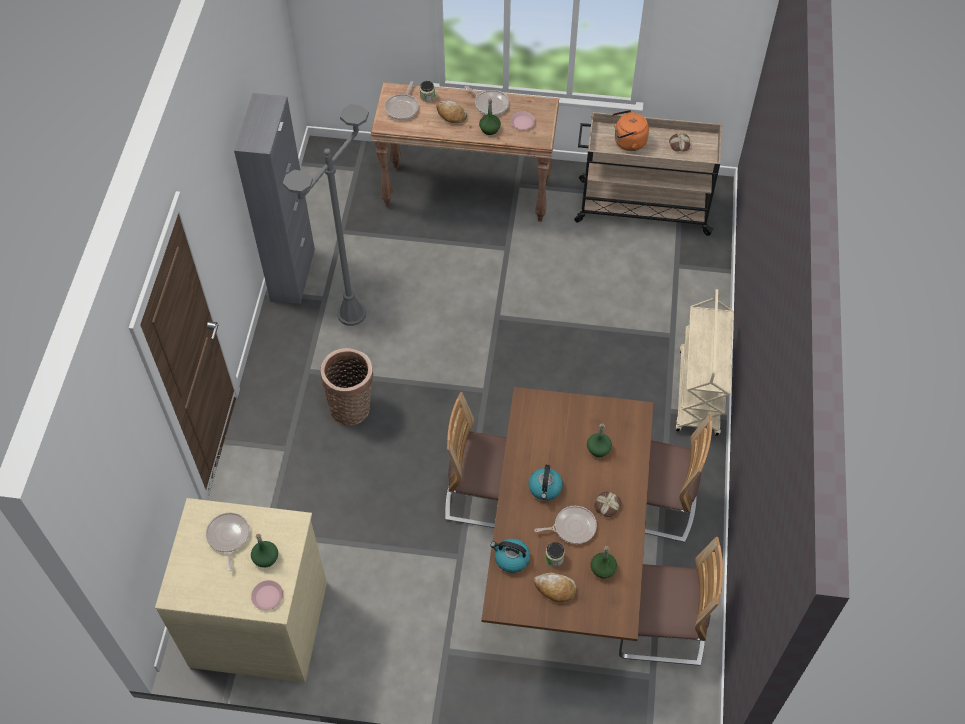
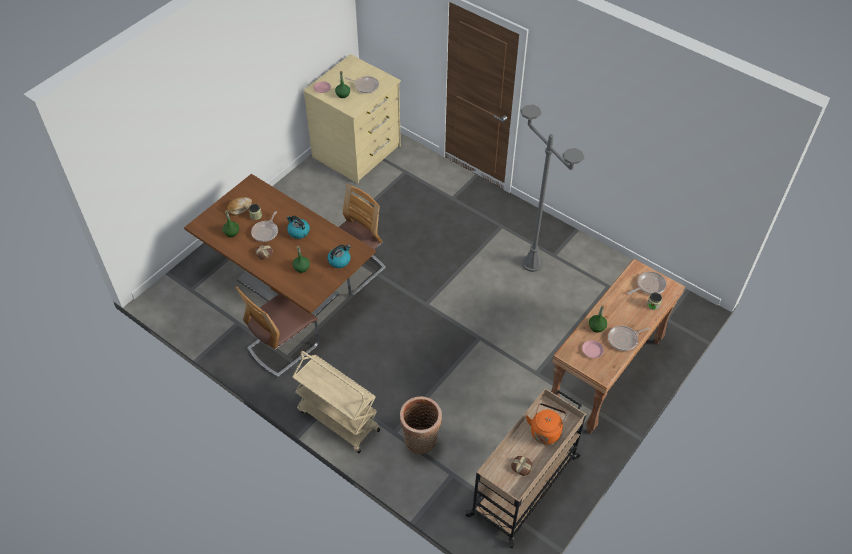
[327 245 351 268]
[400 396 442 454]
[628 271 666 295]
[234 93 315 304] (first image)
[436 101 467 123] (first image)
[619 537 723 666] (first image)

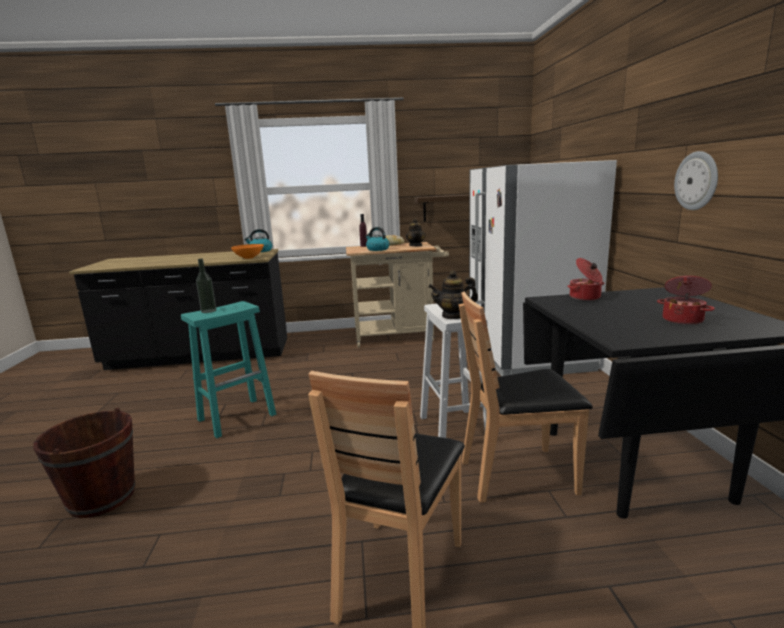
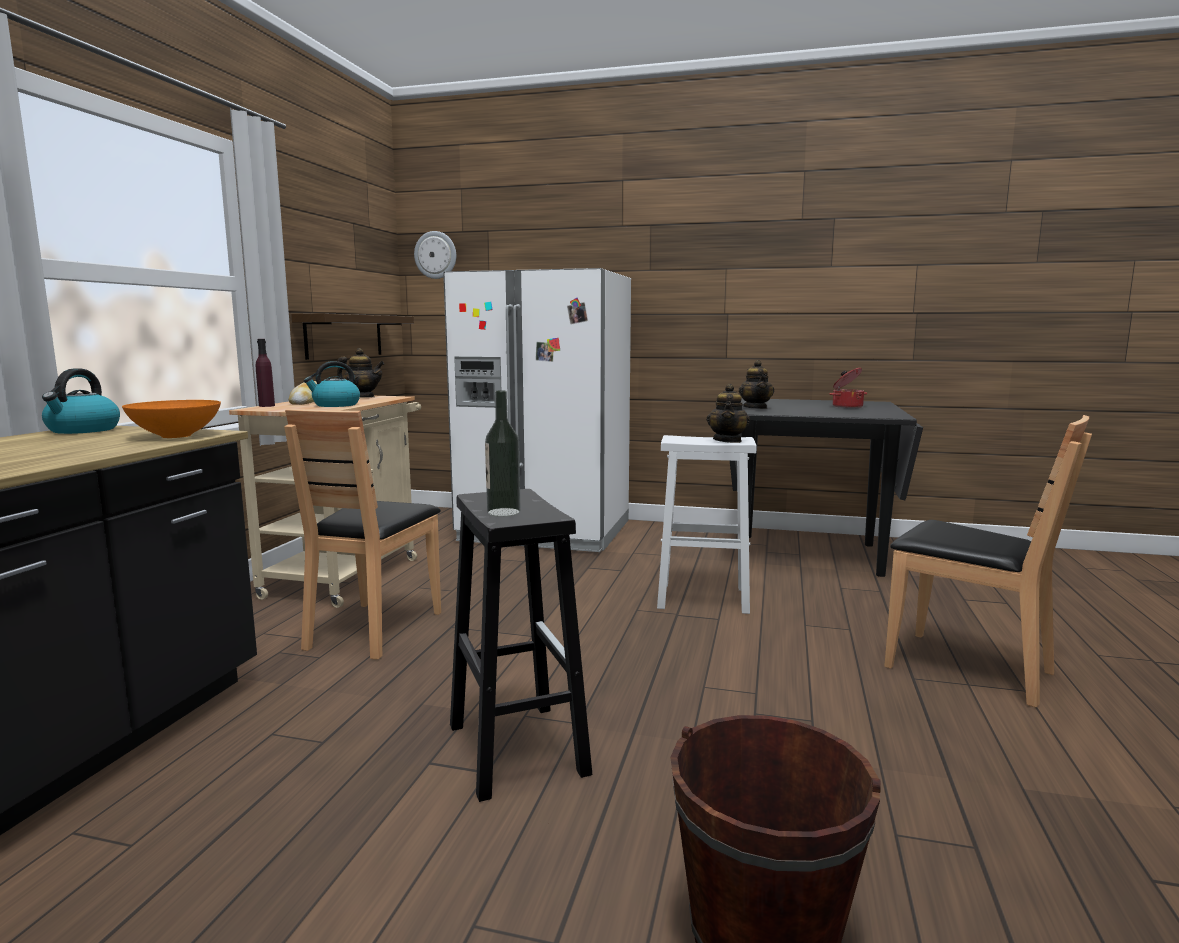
[284 409 441 660]
[414 231 456 279]
[450 489 592 802]
[739 360 774 409]

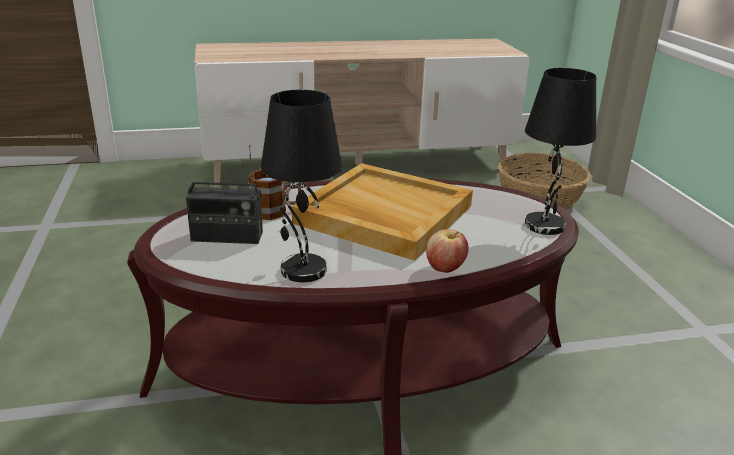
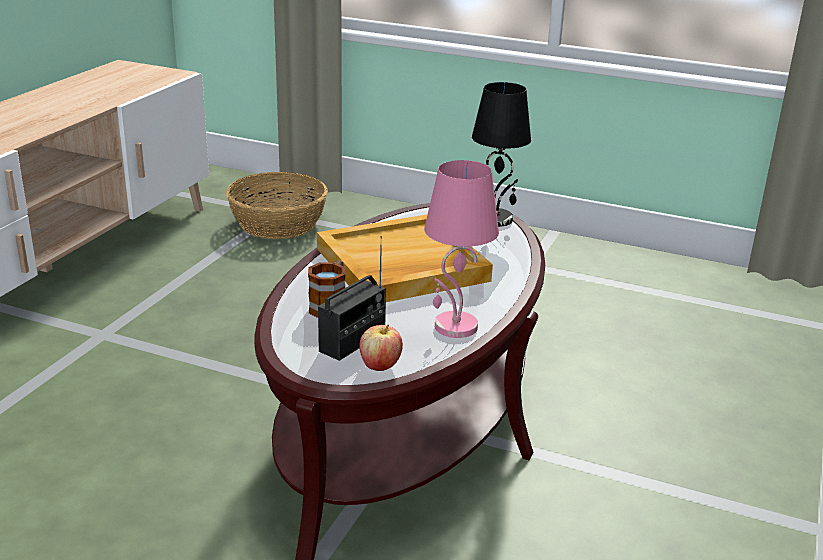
[359 324 403 371]
[424 160 499 338]

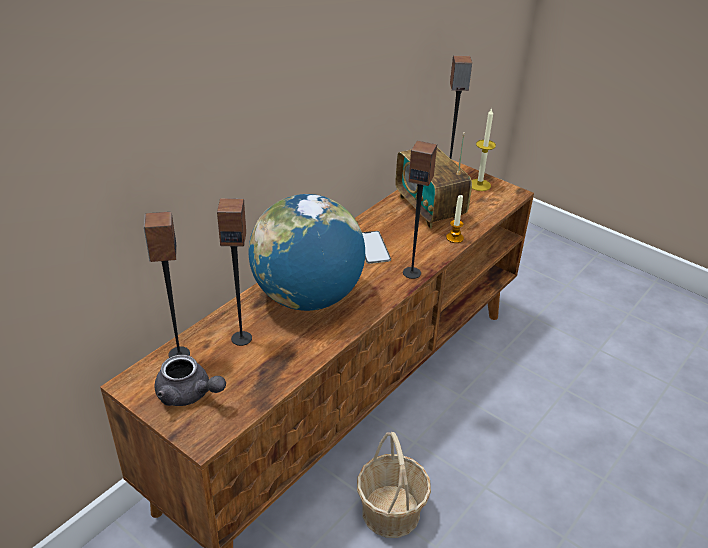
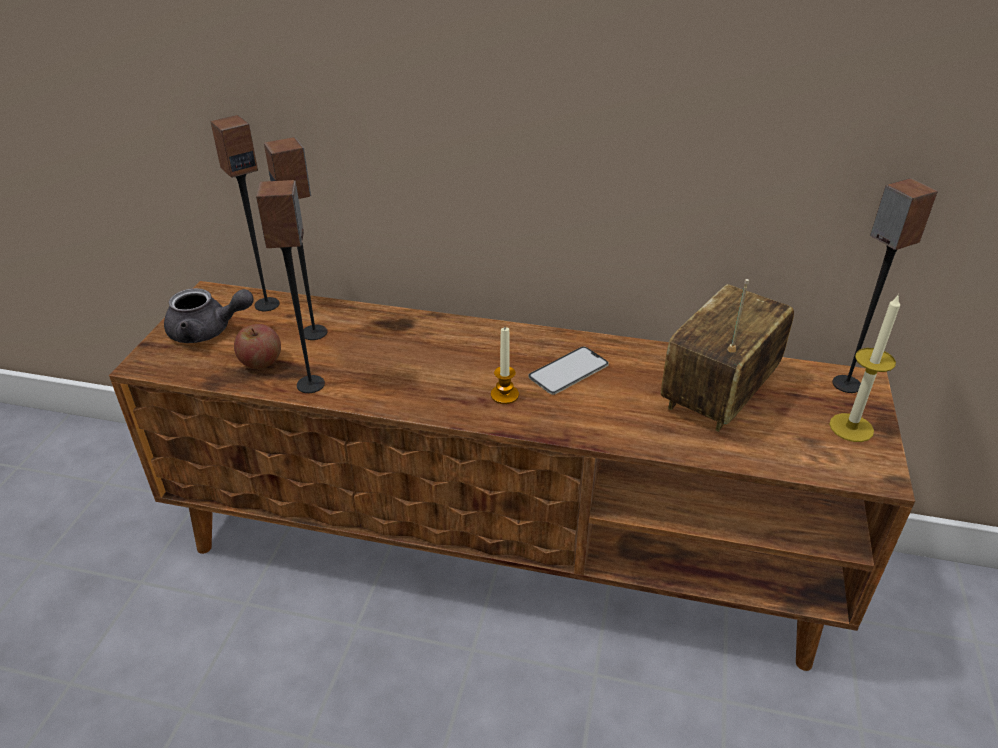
[164 288 254 343]
[234 324 281 369]
[256 180 325 393]
[491 327 519 404]
[249 194 365 311] (first image)
[357 432 431 538] (first image)

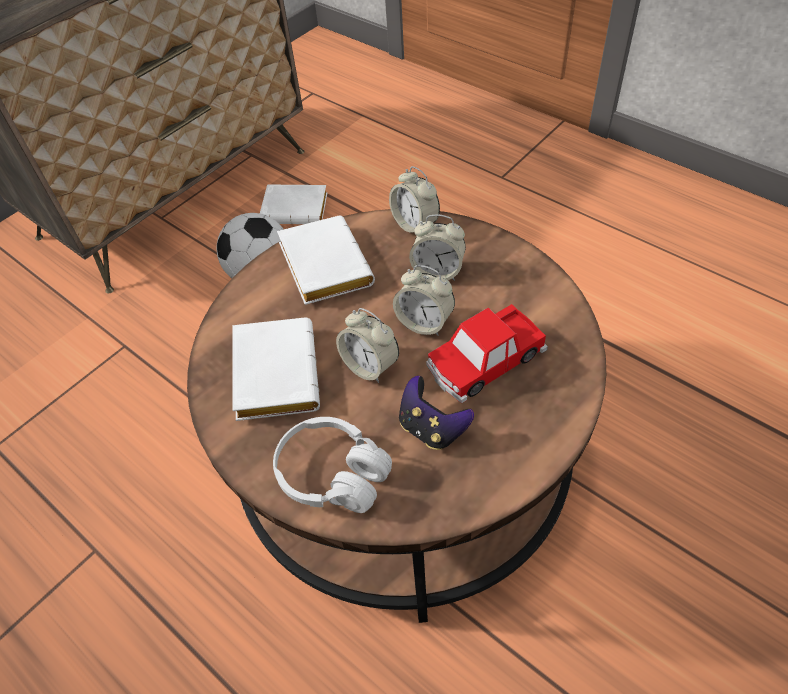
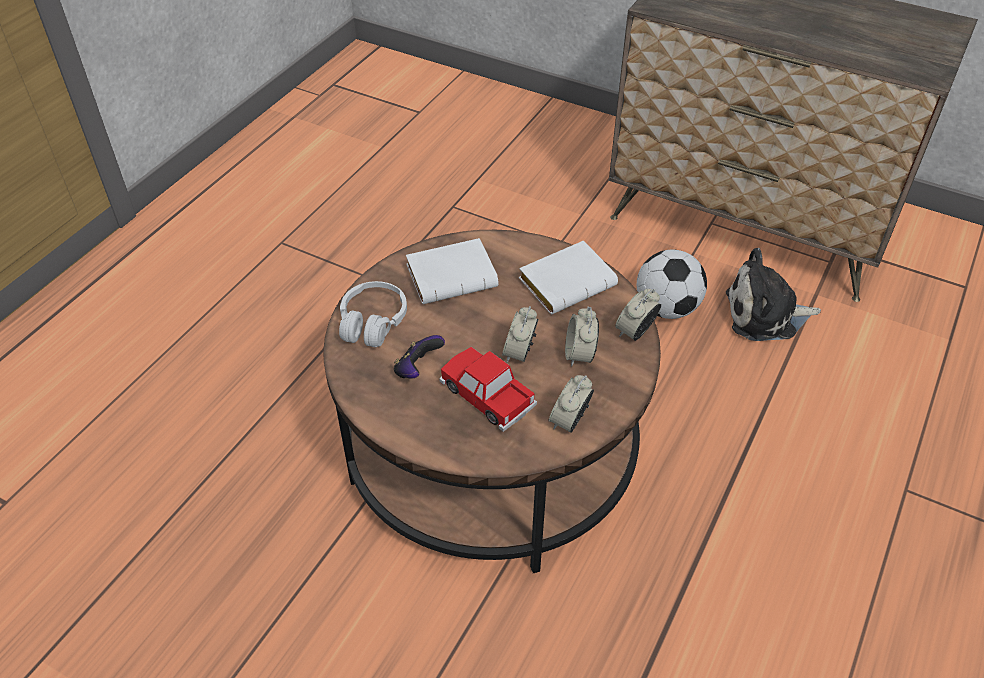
[548 375 594 433]
[726 248 821 341]

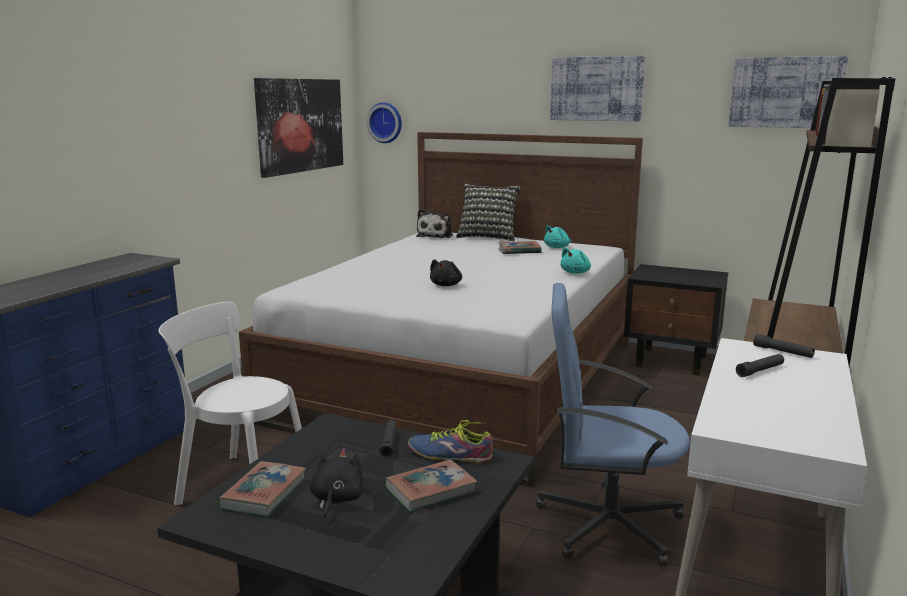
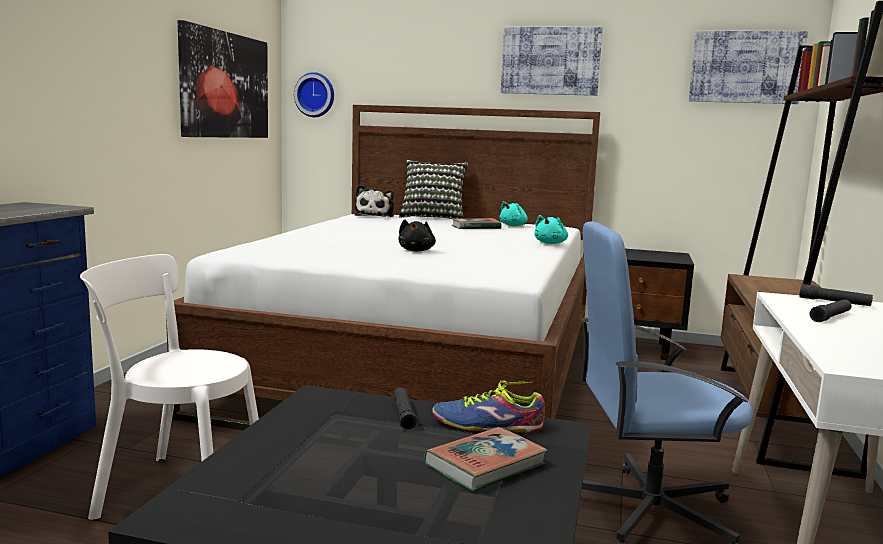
[217 461 306 517] (first image)
[309 448 363 520] (first image)

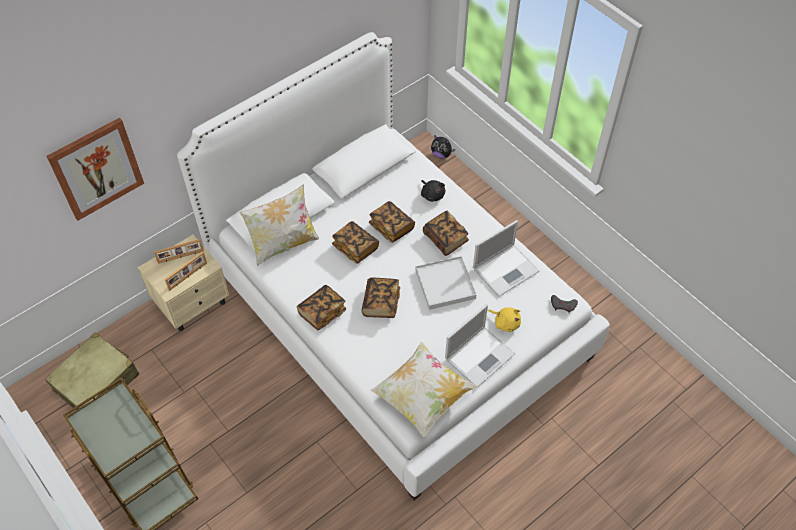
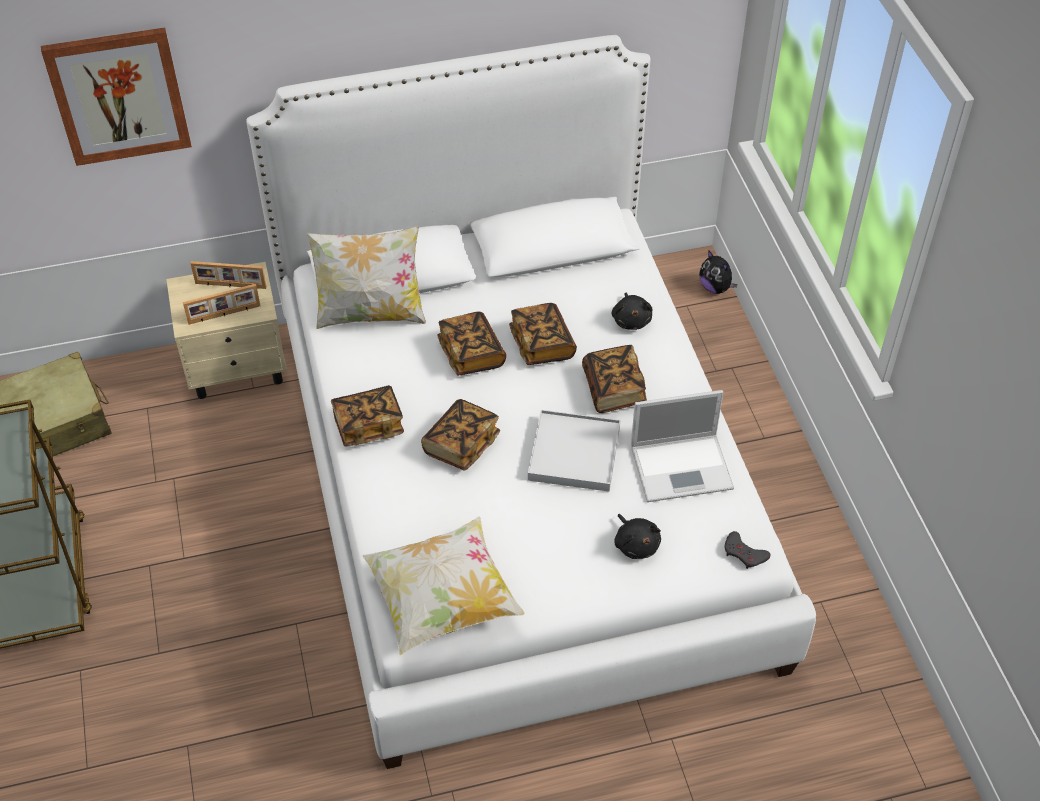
[614 514 661 559]
[445 304 515 388] (first image)

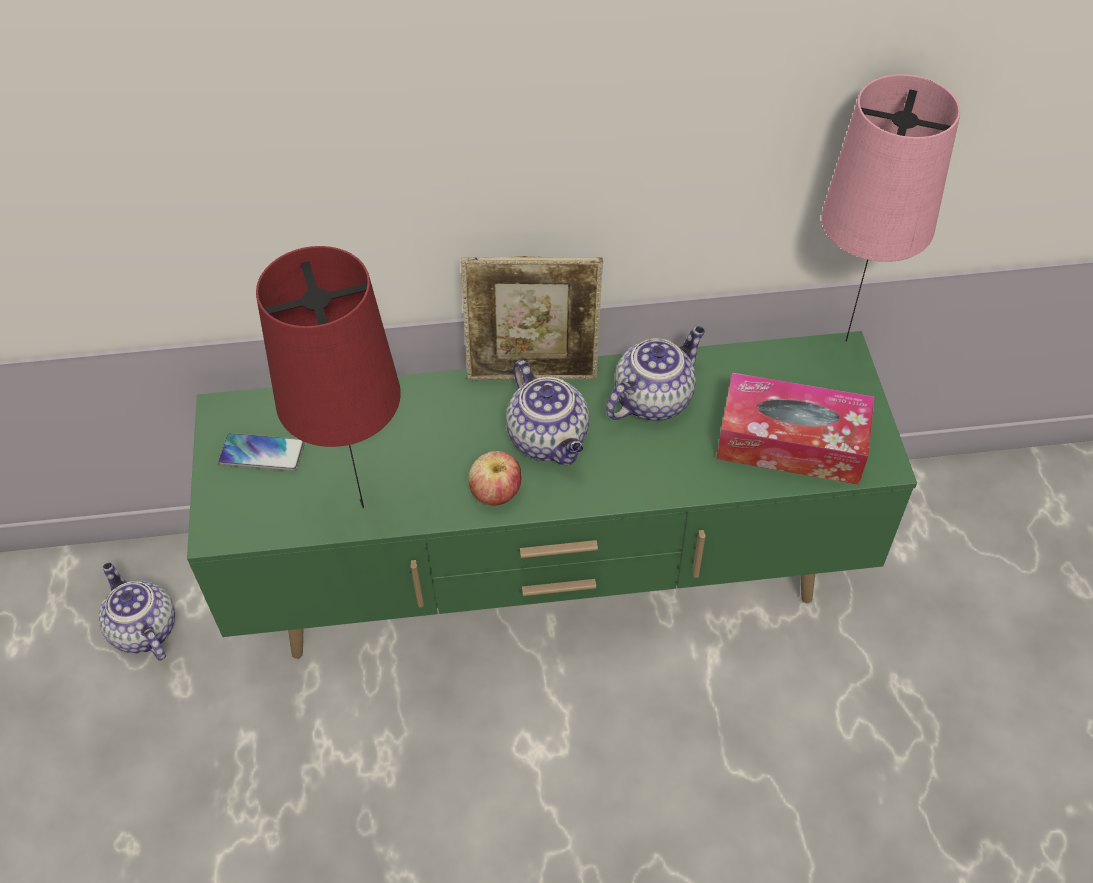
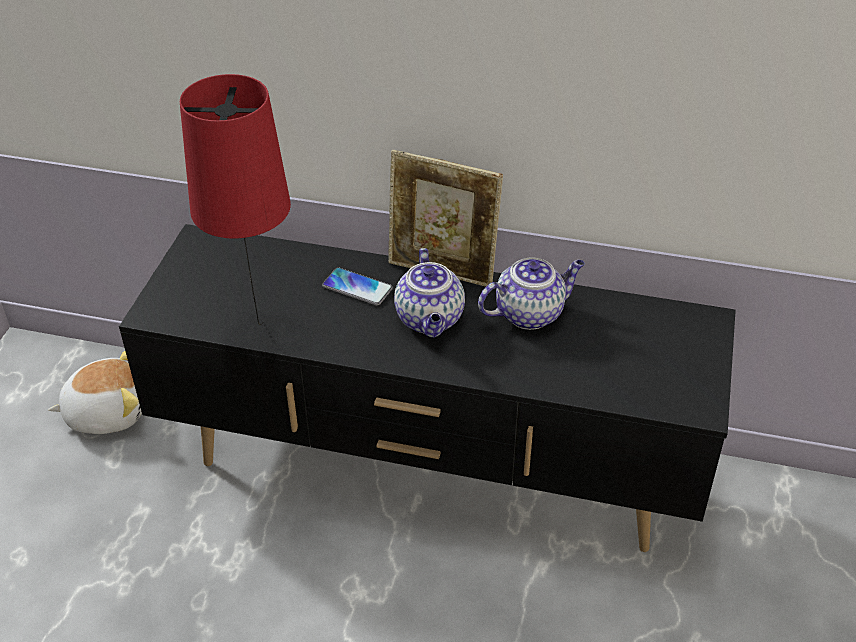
[48 351 142 434]
[119 224 736 552]
[322 268 393 306]
[468 451 521 506] (first image)
[716 372 875 485] (first image)
[821 74 960 342] (first image)

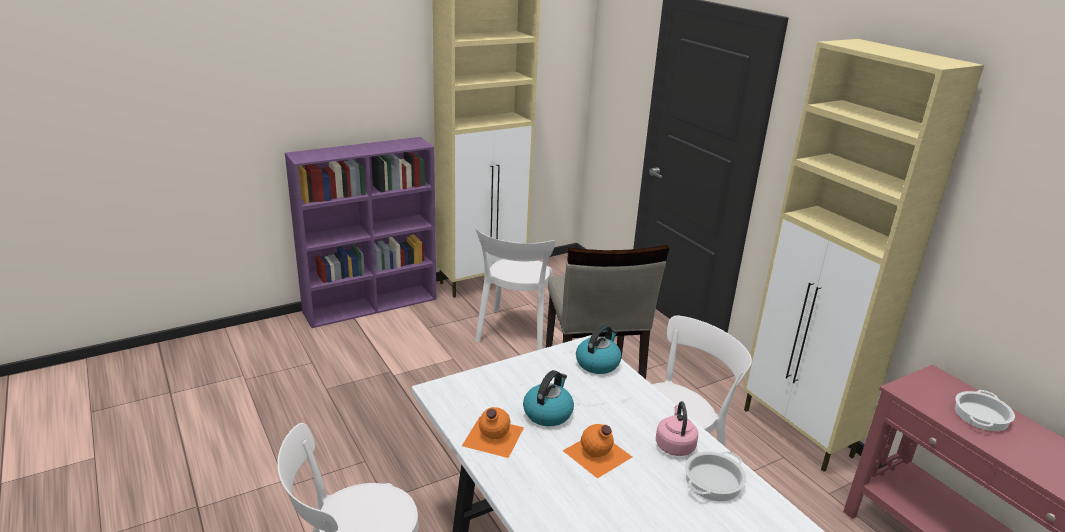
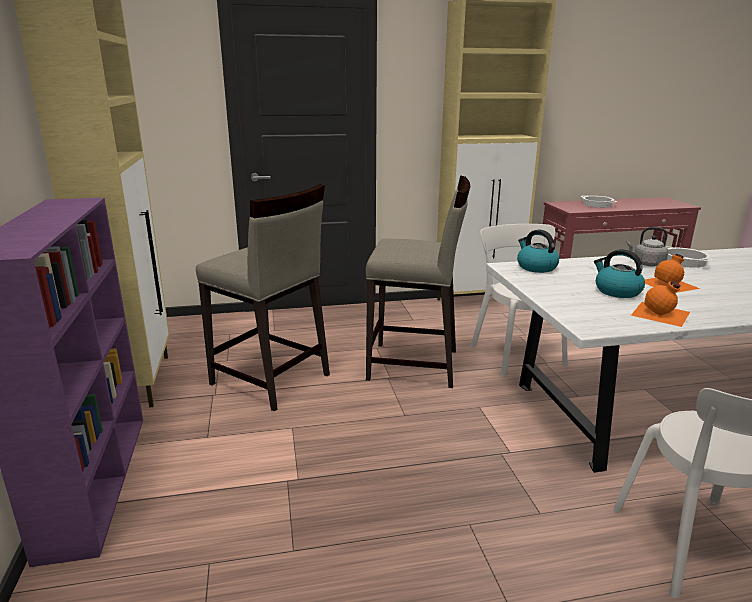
[196 184 330 412]
[626 227 668 266]

